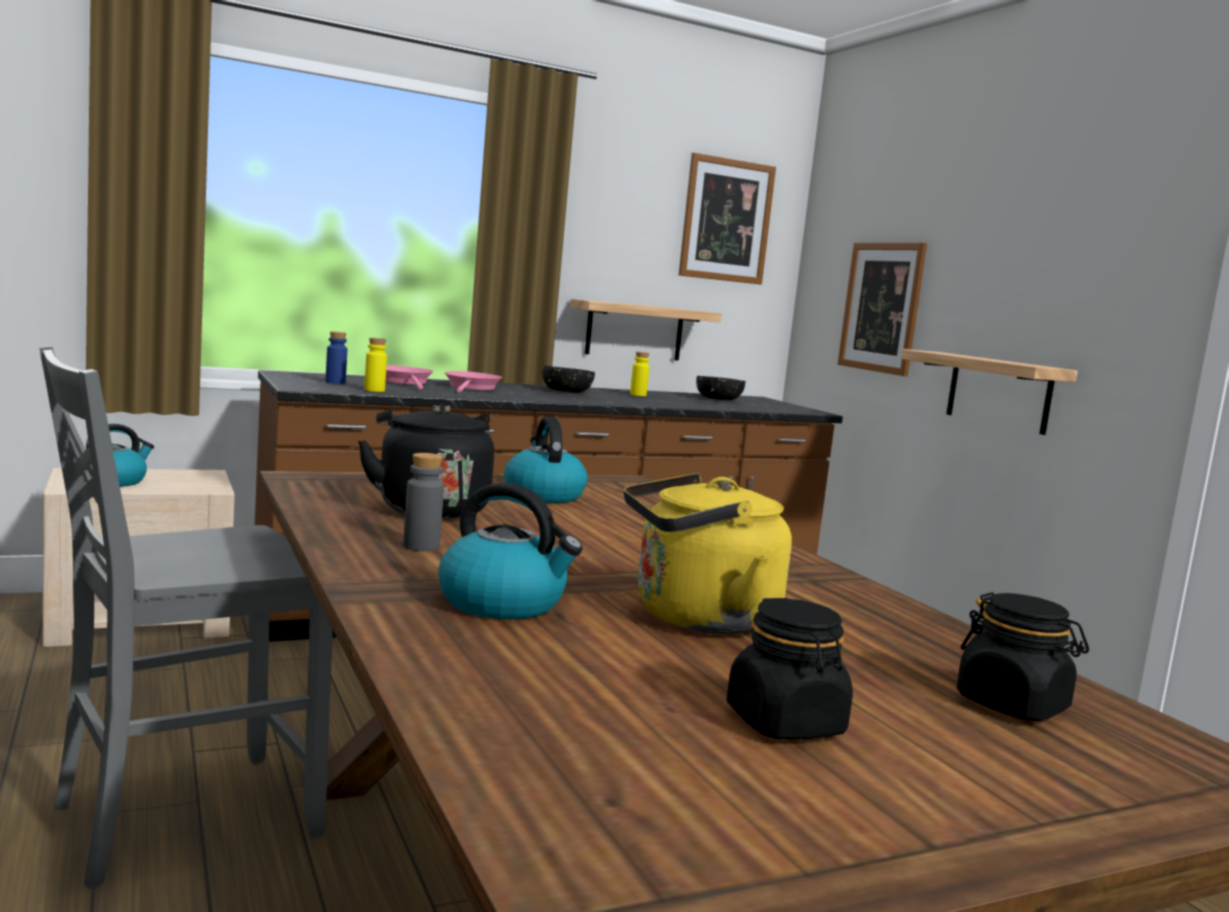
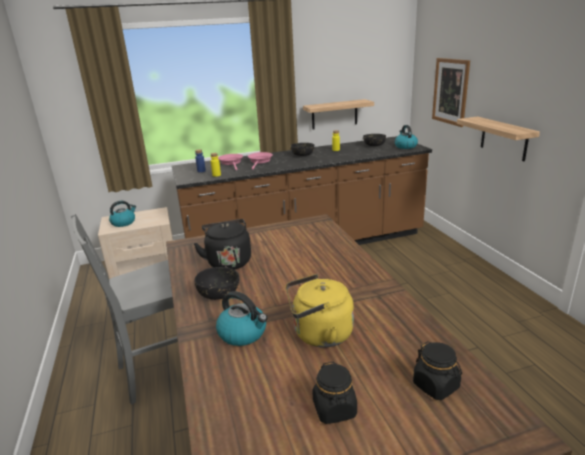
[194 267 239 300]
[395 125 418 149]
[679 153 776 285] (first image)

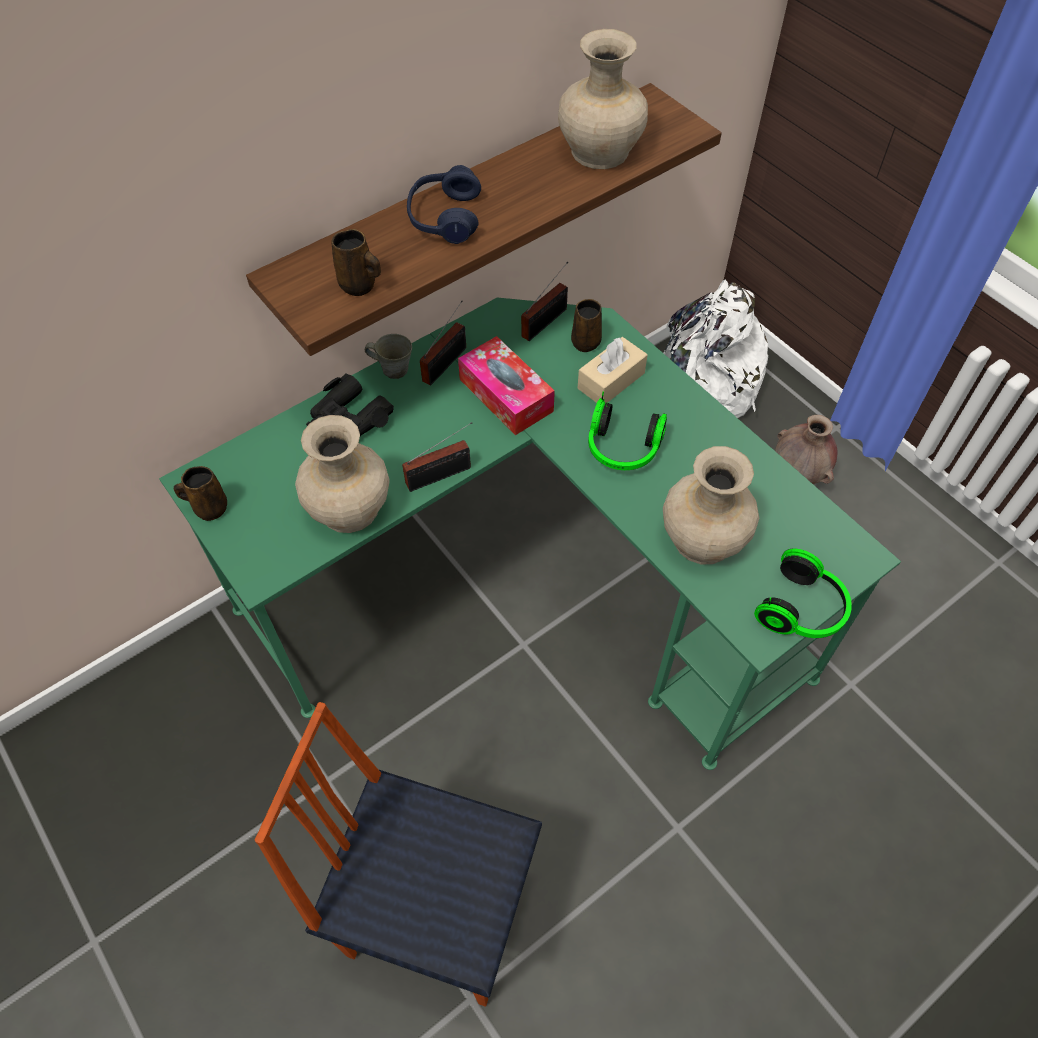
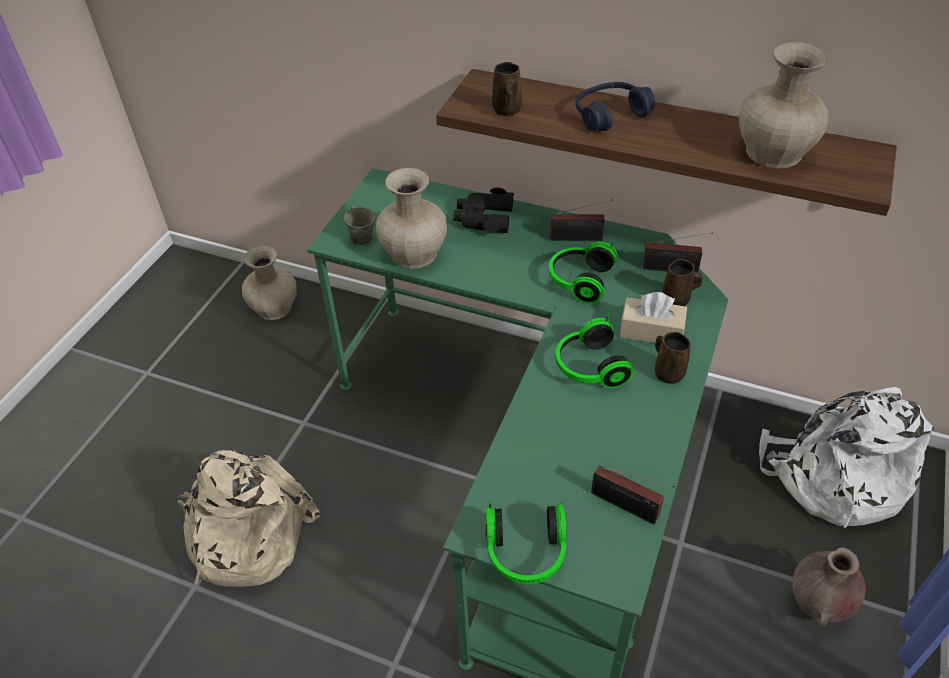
[176 449 320 587]
[242 246 297 320]
[344 205 375 245]
[549 241 618 304]
[591 465 675 524]
[655 332 691 384]

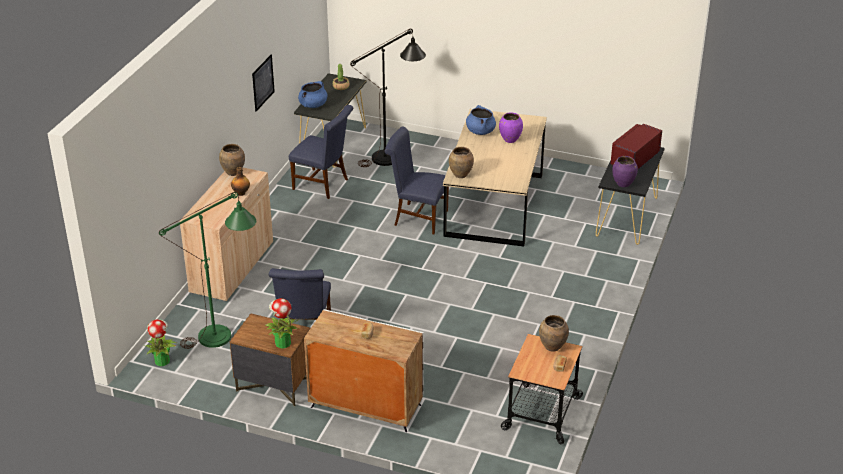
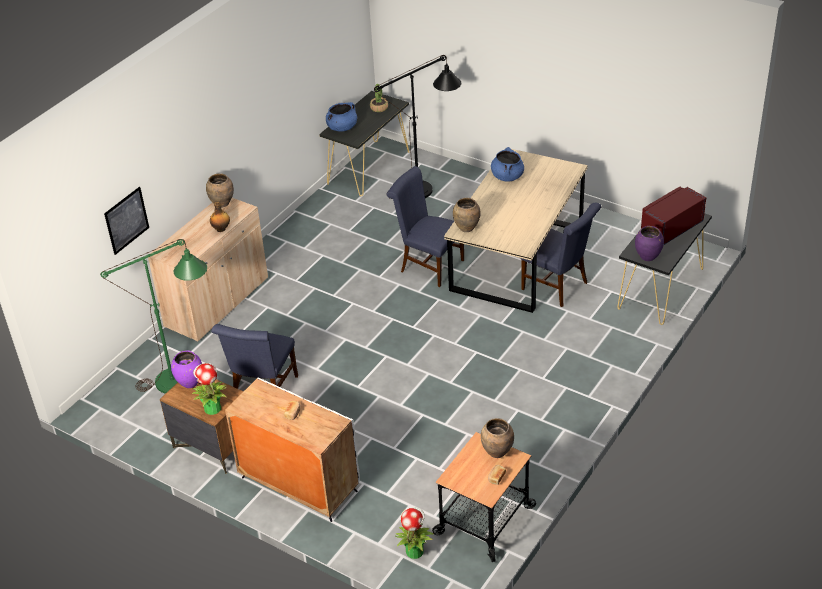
[104 187 149 255]
[171 350 202 388]
[394 507 434 559]
[521 203 602 307]

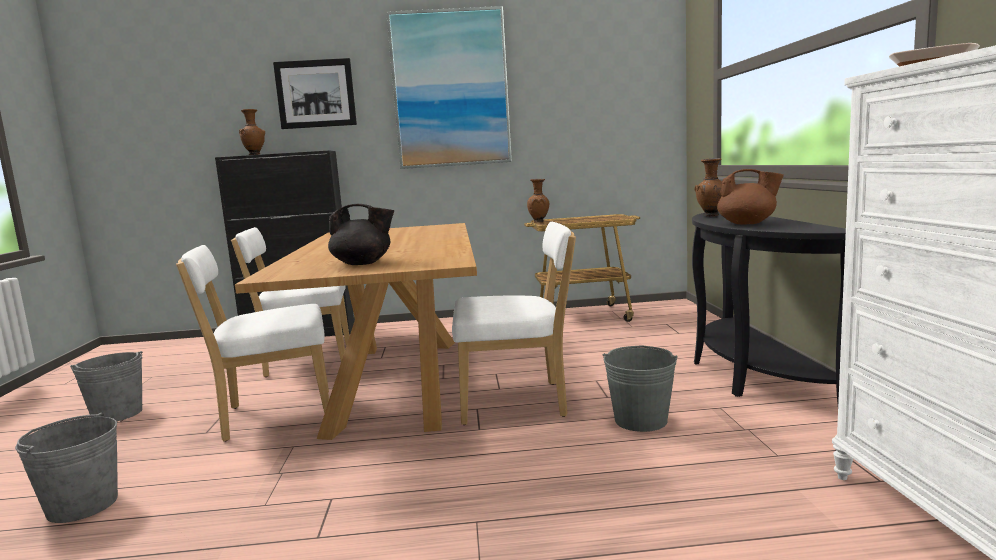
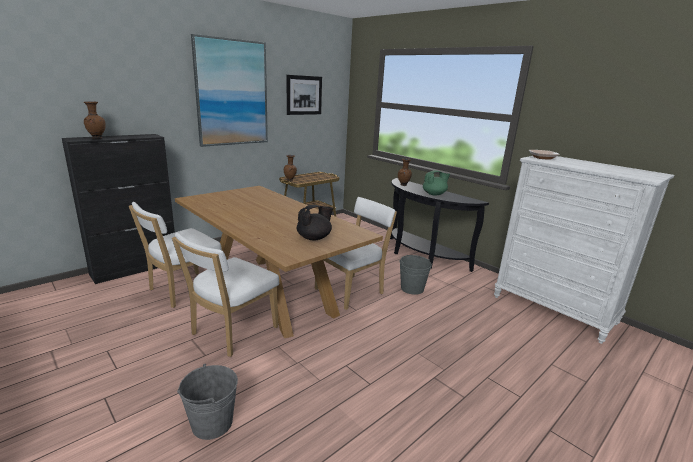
[287 75 322 115]
[423 170 450 195]
[70 351 143 421] (first image)

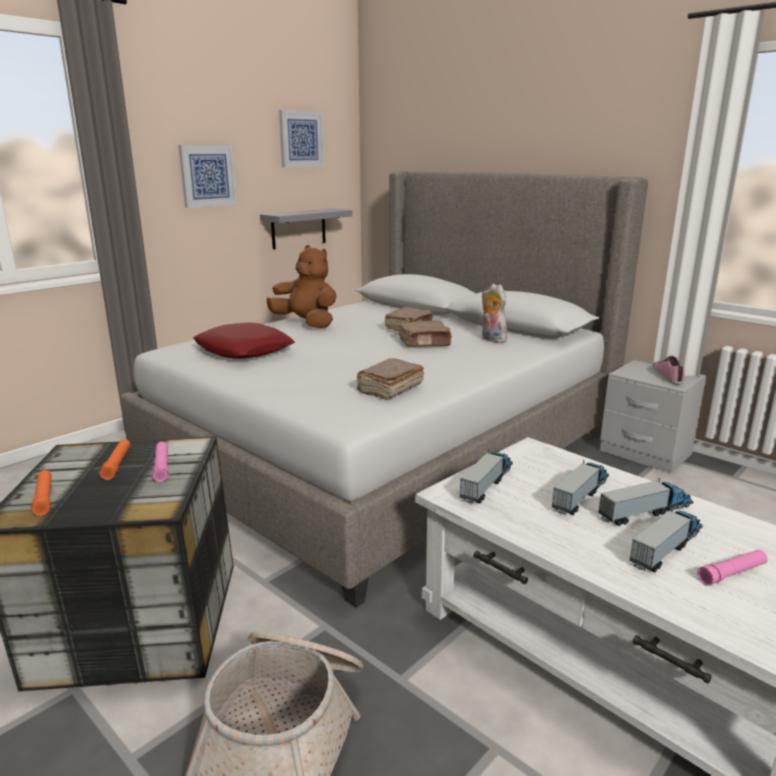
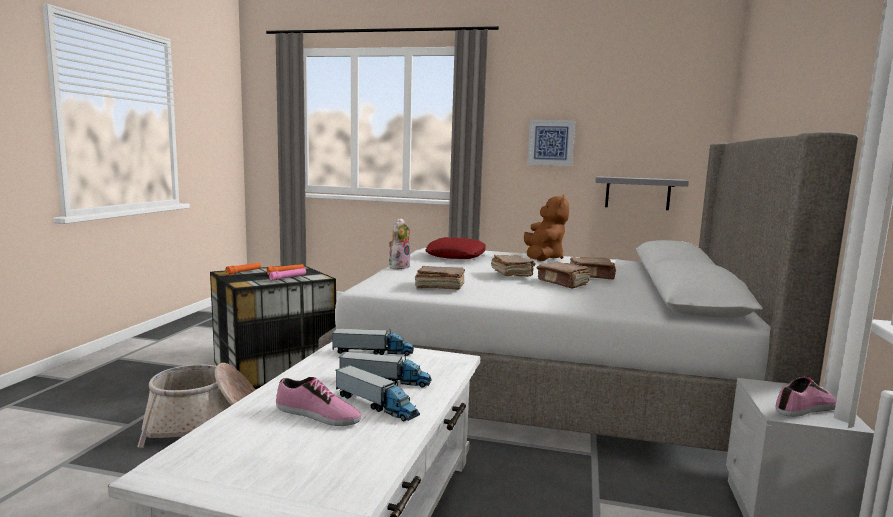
[276 377 362 426]
[389 218 410 269]
[491 255 536 277]
[279 110 324 168] (first image)
[697 550 768 585] (first image)

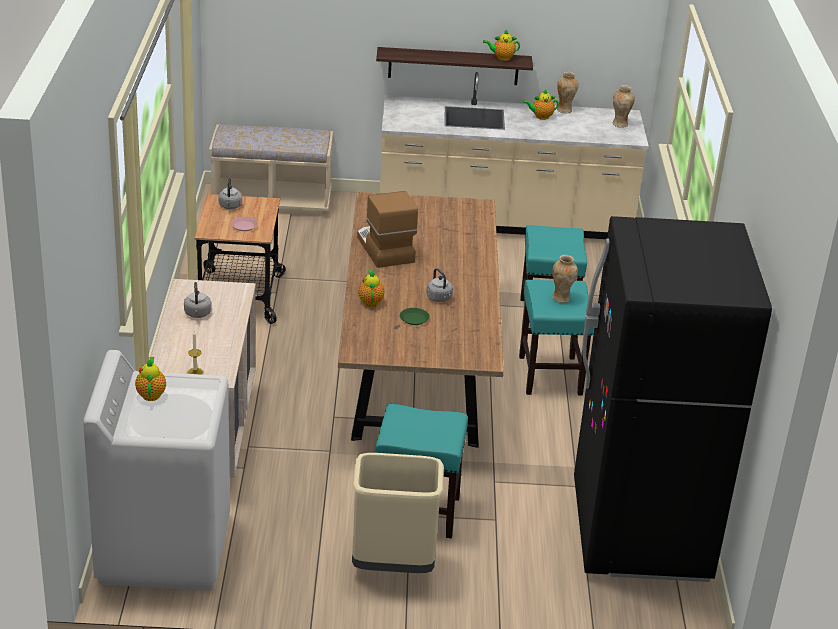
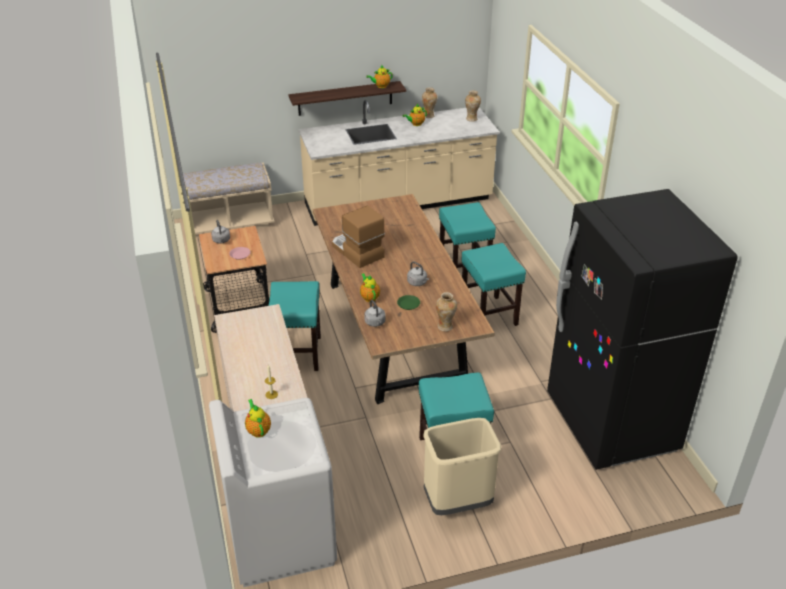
[268 281 321 371]
[364 300 385 327]
[436 292 457 332]

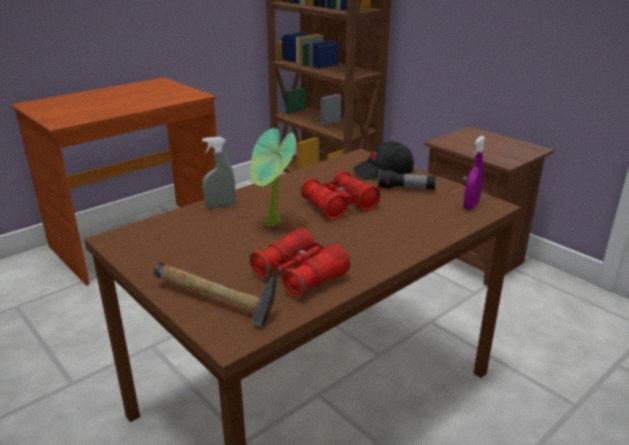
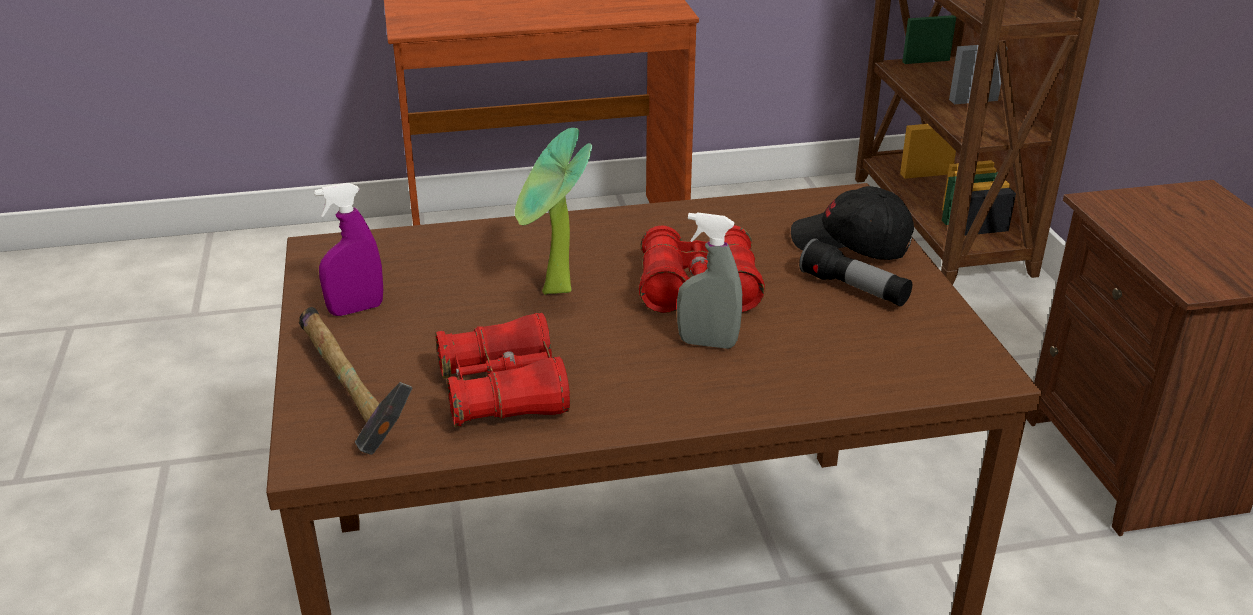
[314 183 383 316]
[677 212 742 349]

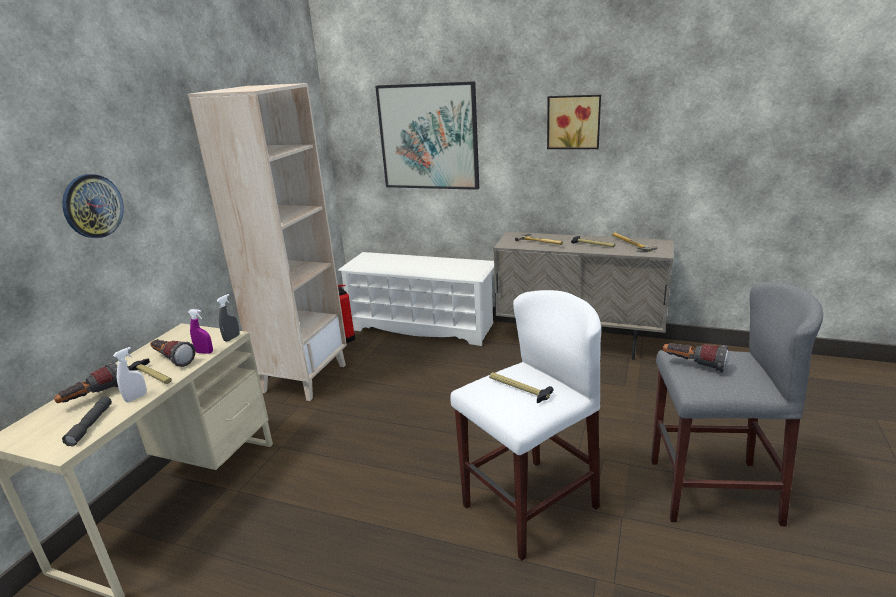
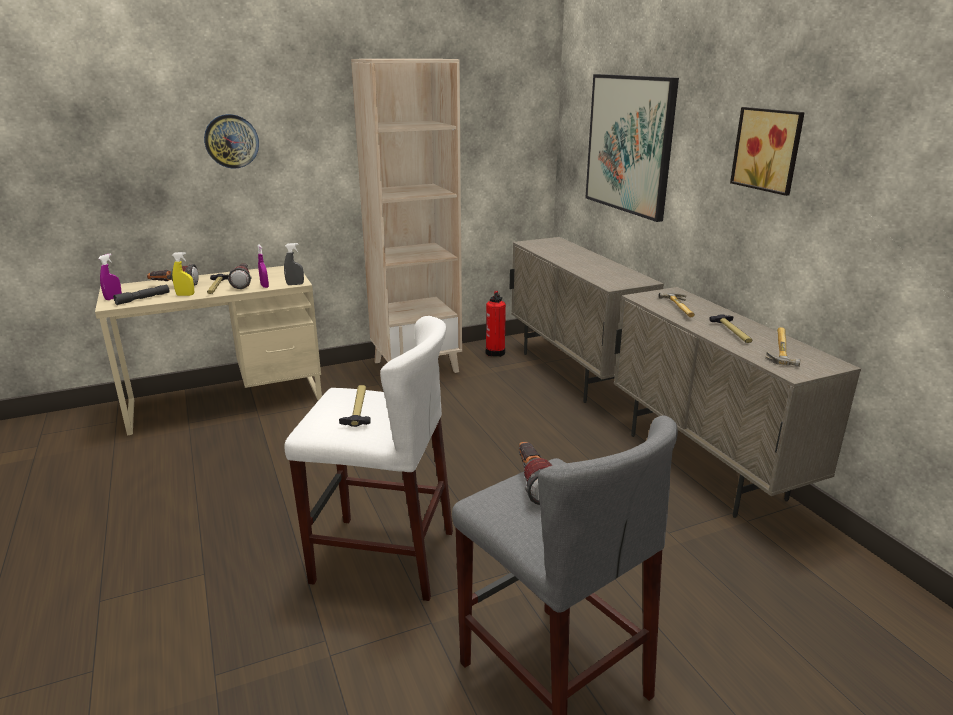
[98 253 122 300]
[172 252 194 296]
[510 237 664 403]

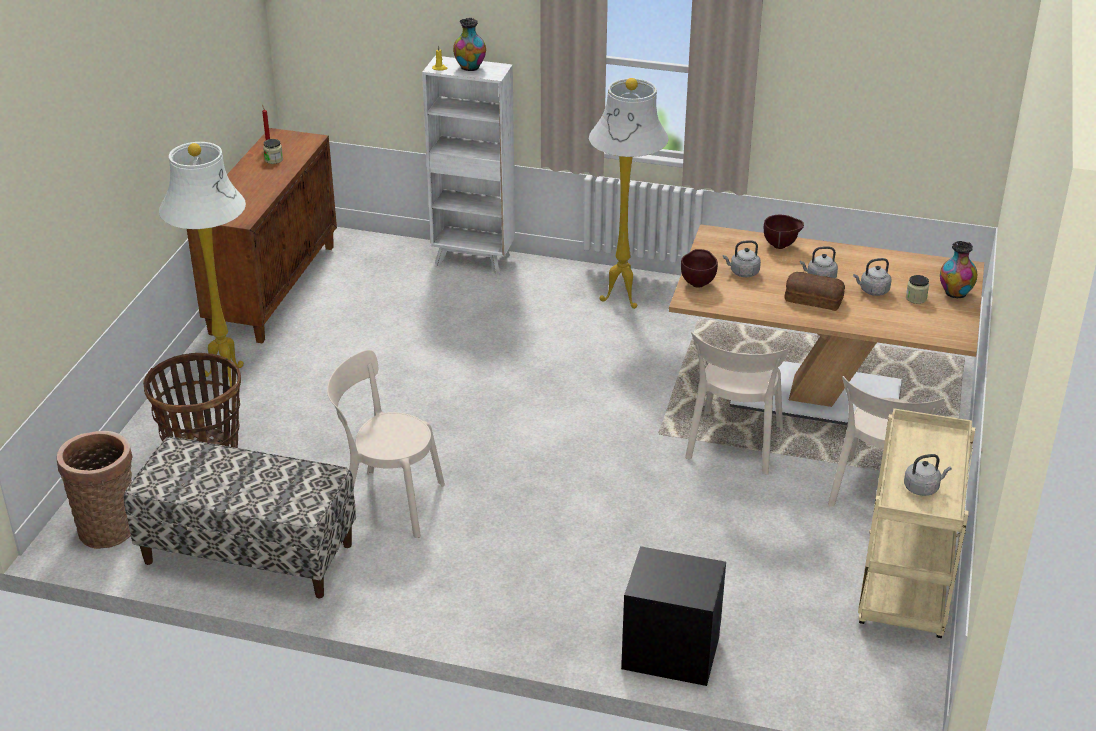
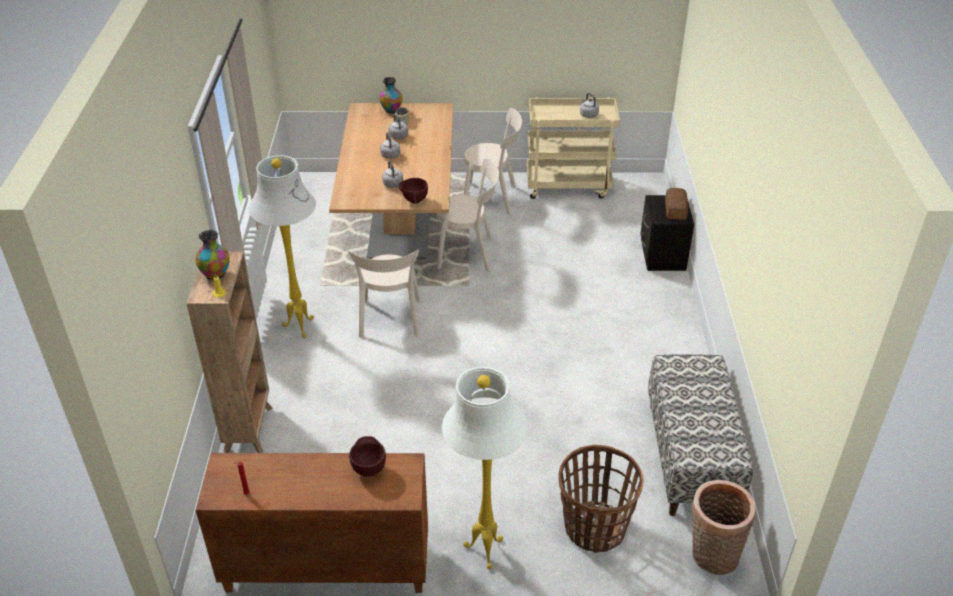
[186 252 273 453]
[348 249 421 338]
[349 436 386 477]
[665 188 688 220]
[263 139 283 164] (first image)

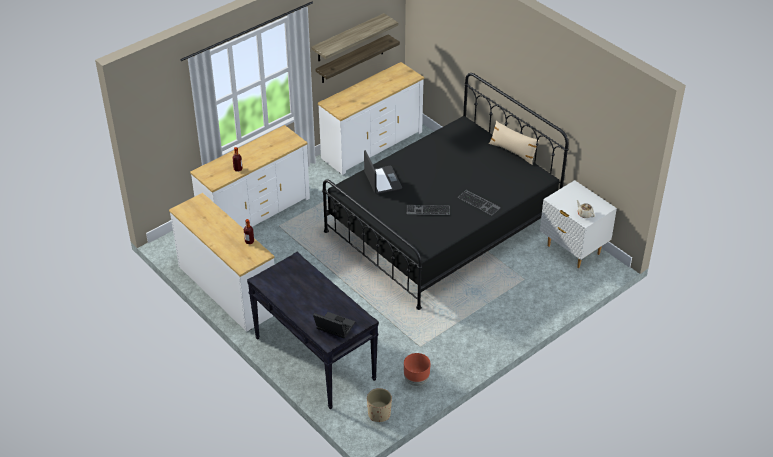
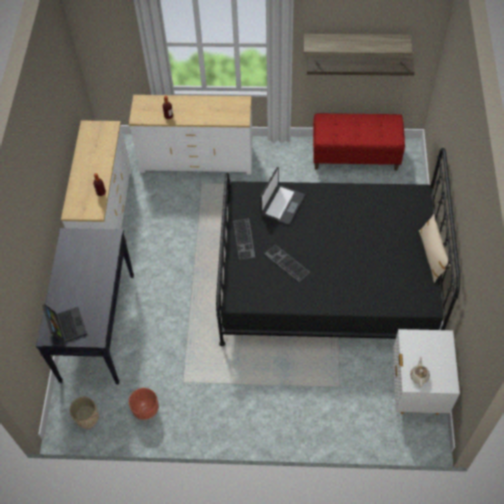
[233 218 255 260]
[313 113 405 171]

